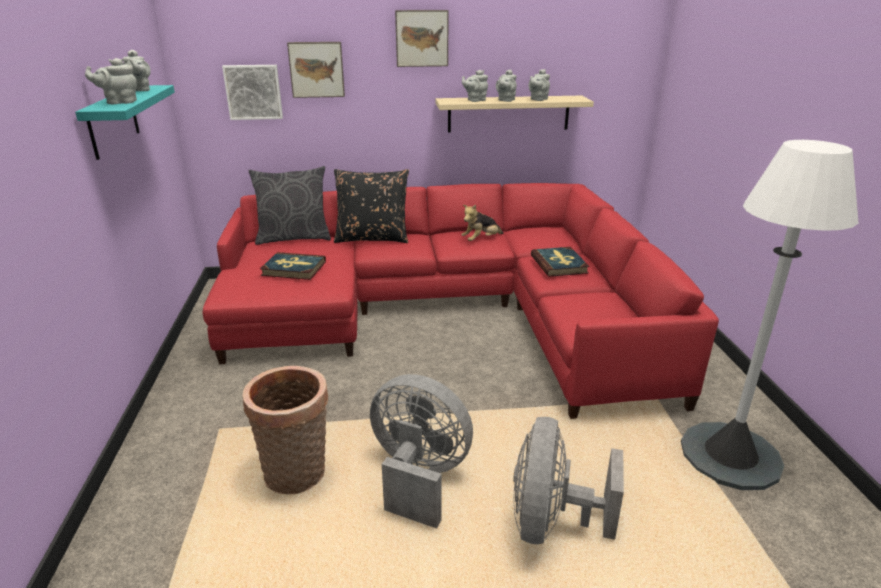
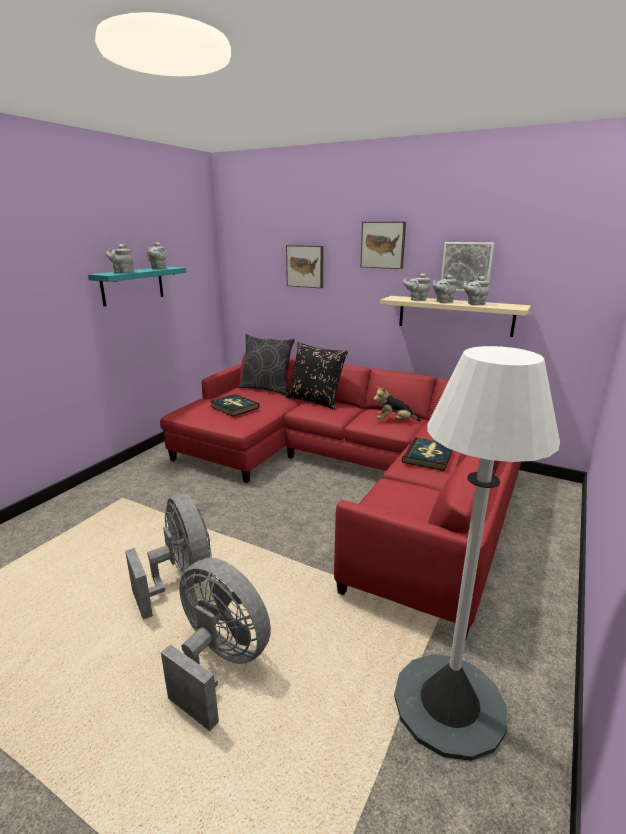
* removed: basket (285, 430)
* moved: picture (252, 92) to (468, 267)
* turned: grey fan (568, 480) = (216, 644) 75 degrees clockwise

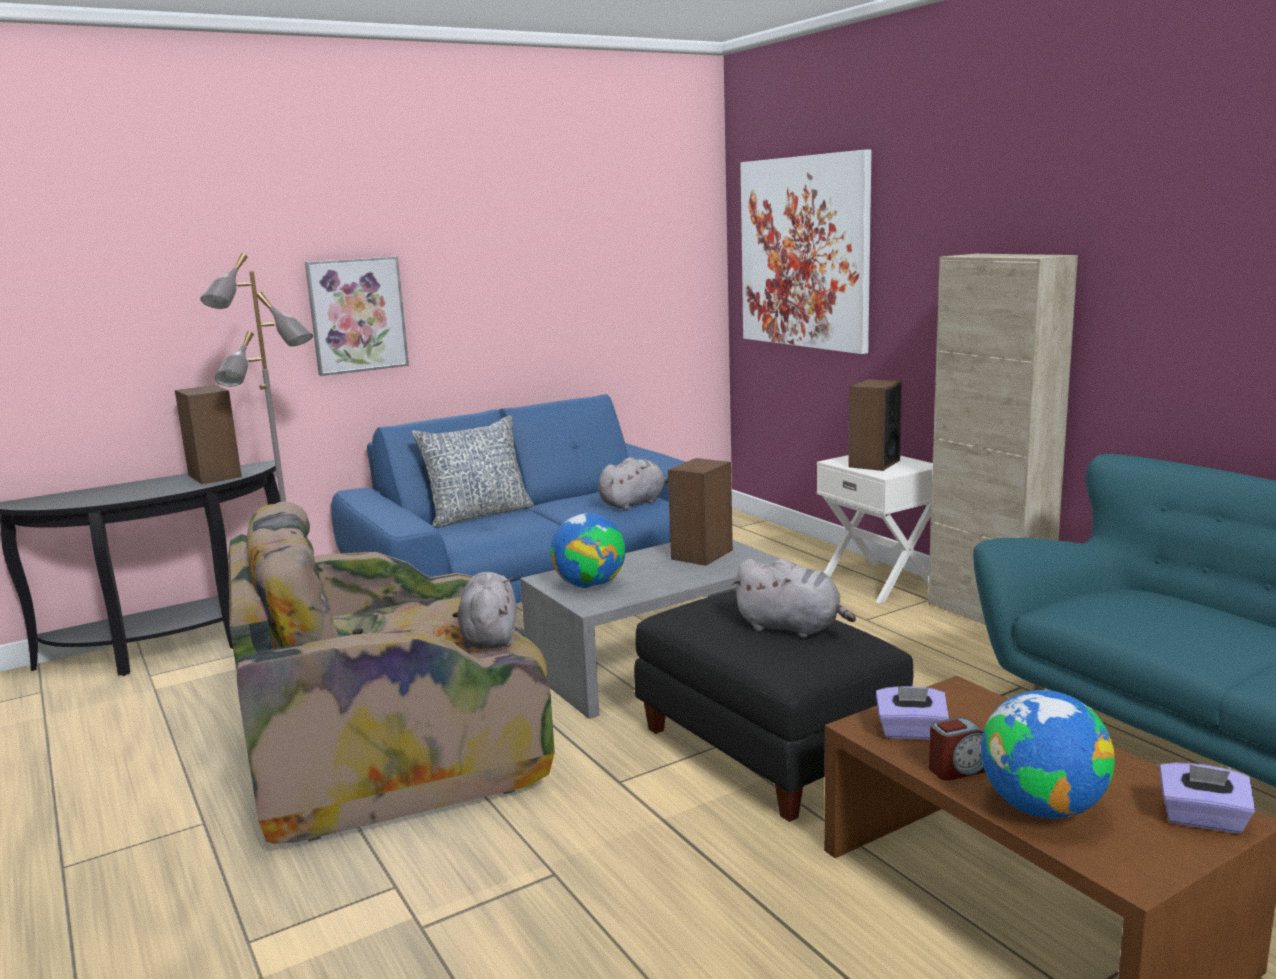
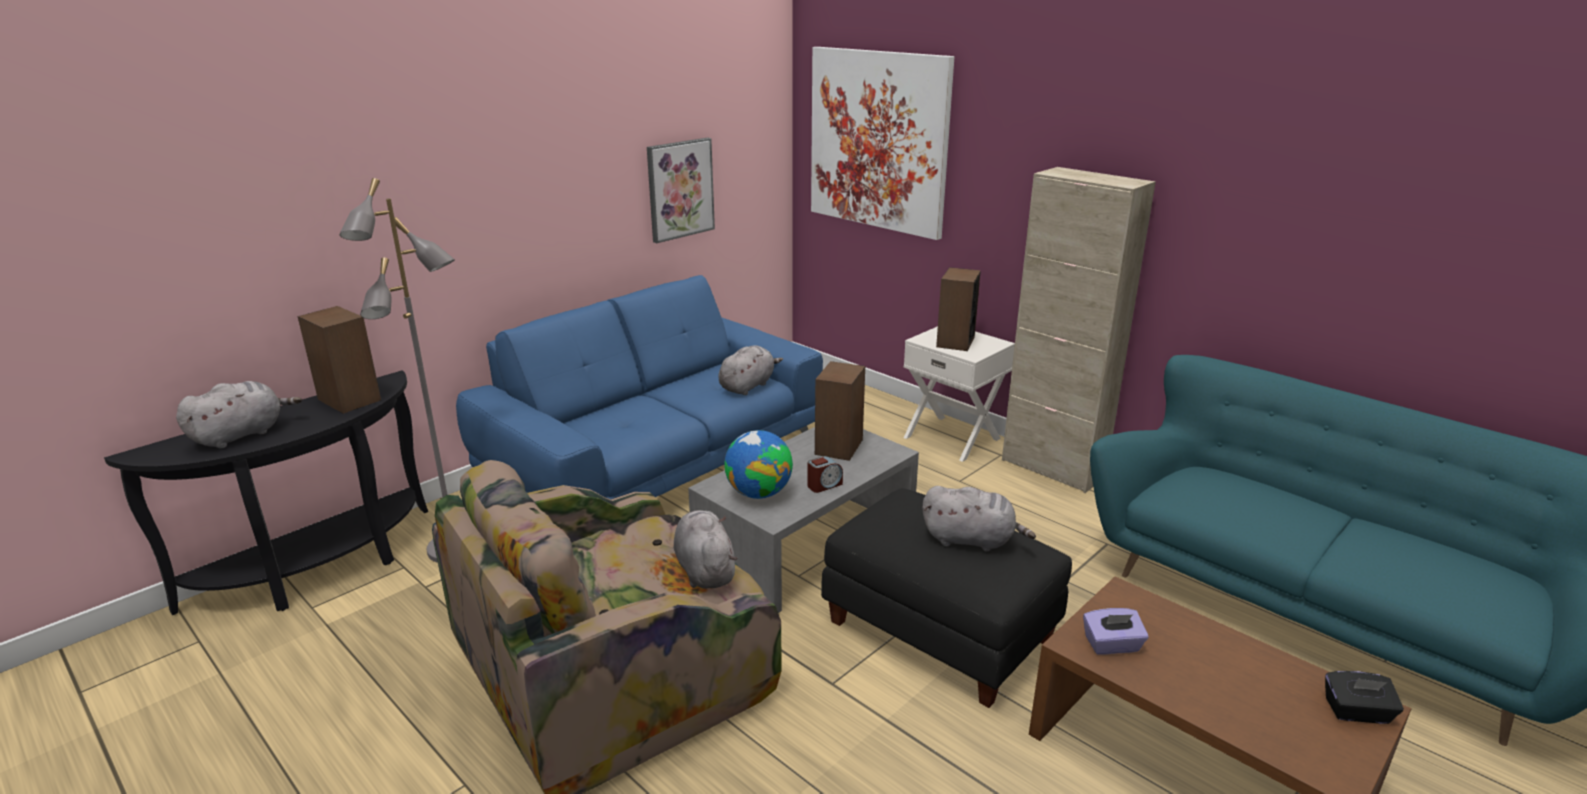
* removed: pillow (472, 471)
* removed: globe (1048, 754)
* added: grey plush toy (239, 415)
* moved: picture (357, 316) to (681, 190)
* moved: alarm clock (957, 749) to (825, 474)
* recoloured: purple tissue box (1207, 798) to black tissue box (1364, 697)

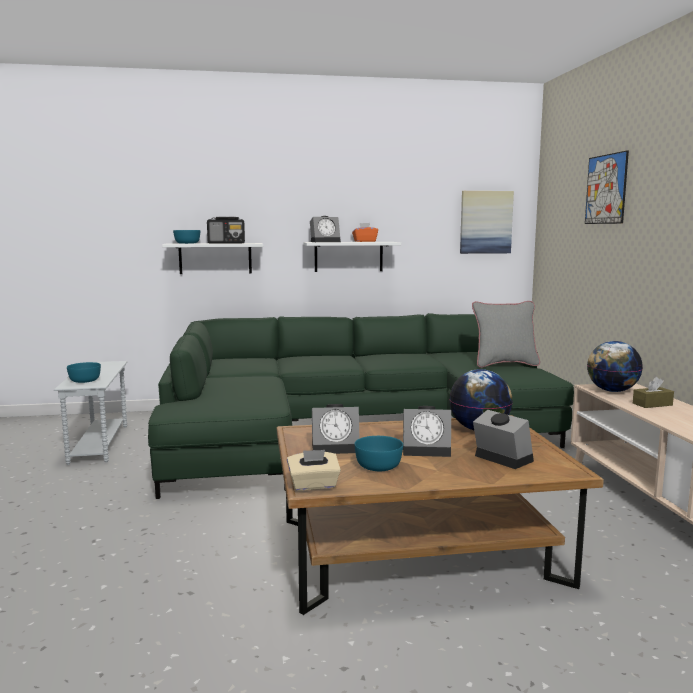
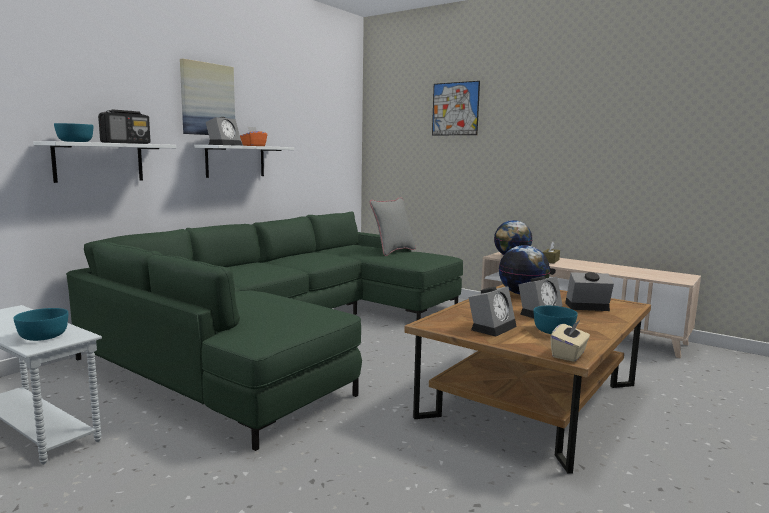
* moved: picture (487, 222) to (207, 96)

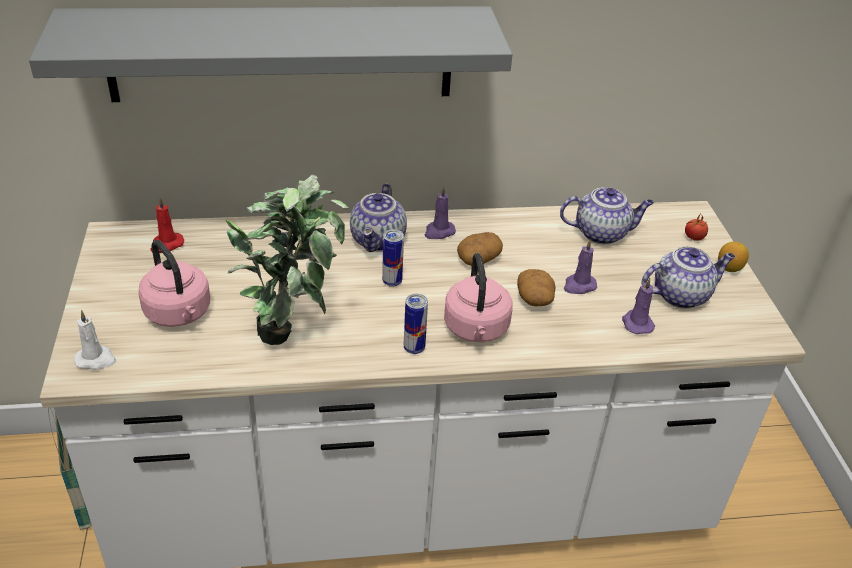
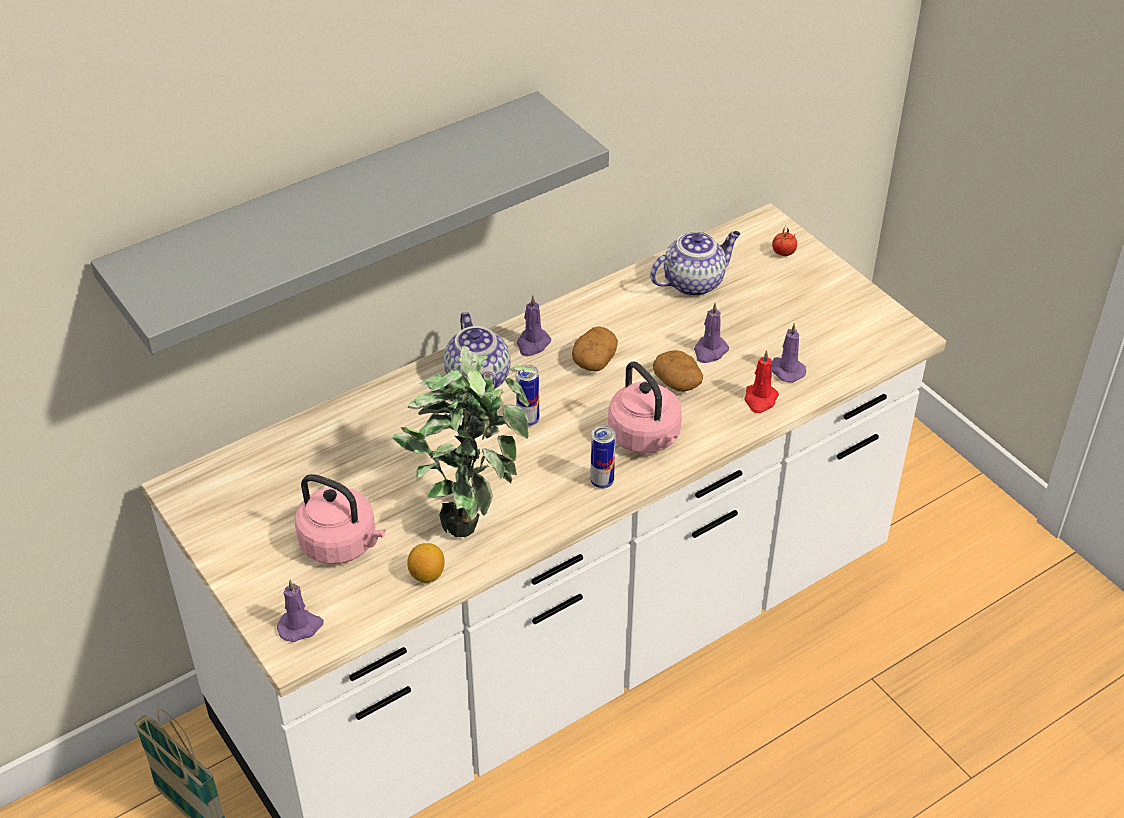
* removed: teapot (688, 277)
* moved: red candle (167, 225) to (761, 381)
* moved: lemon (733, 257) to (426, 563)
* recoloured: white candle (95, 340) to purple candle (300, 611)

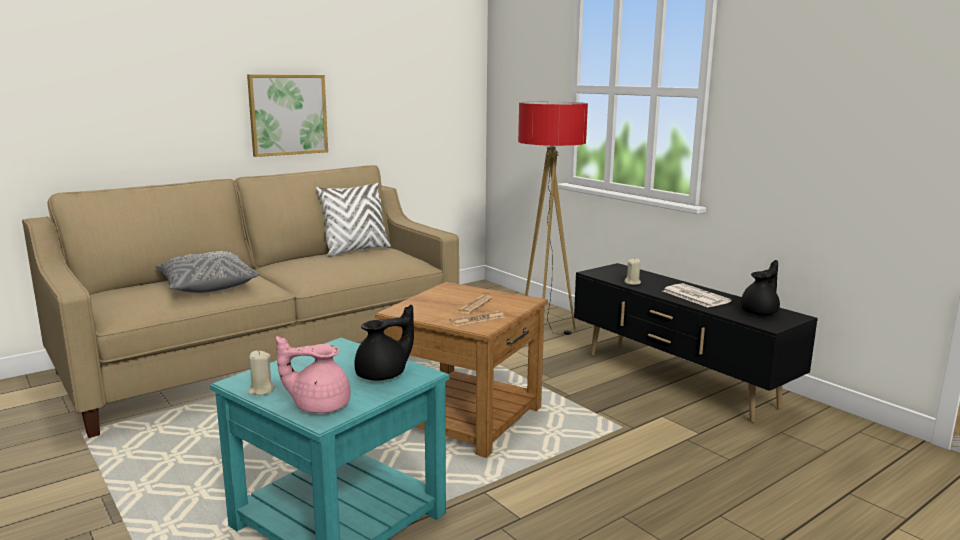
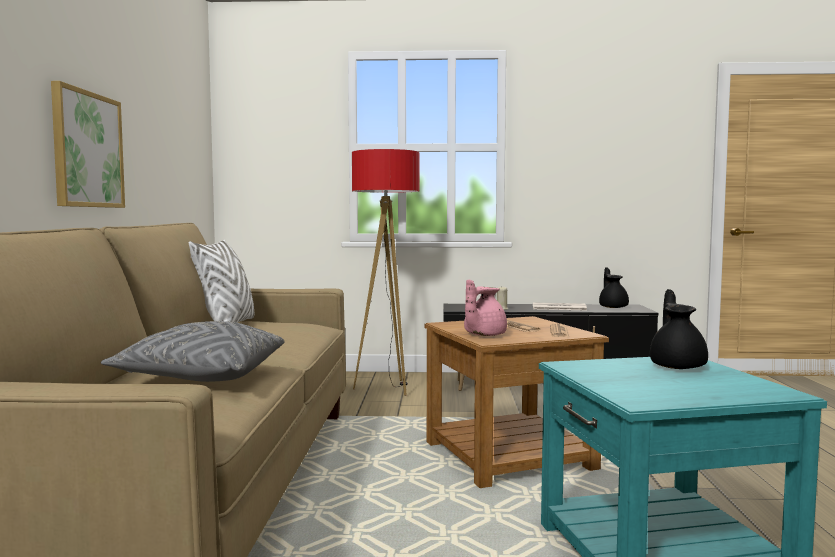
* removed: beige candle (261, 373)
* moved: pink teapot (313, 374) to (485, 307)

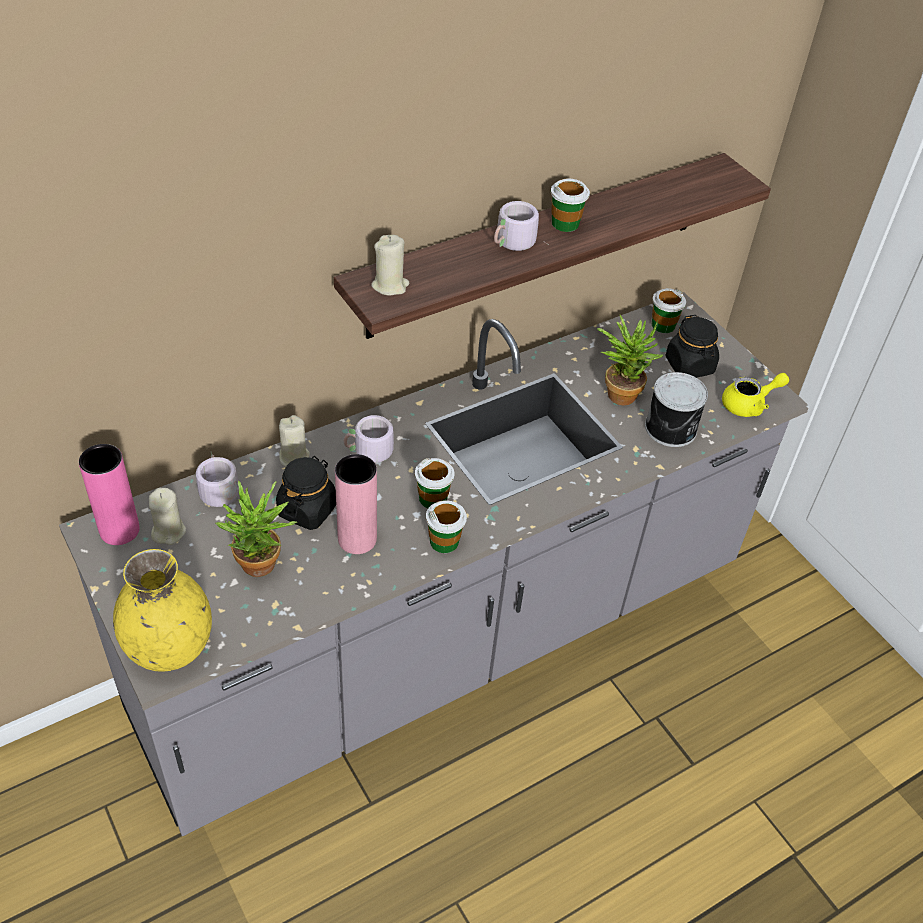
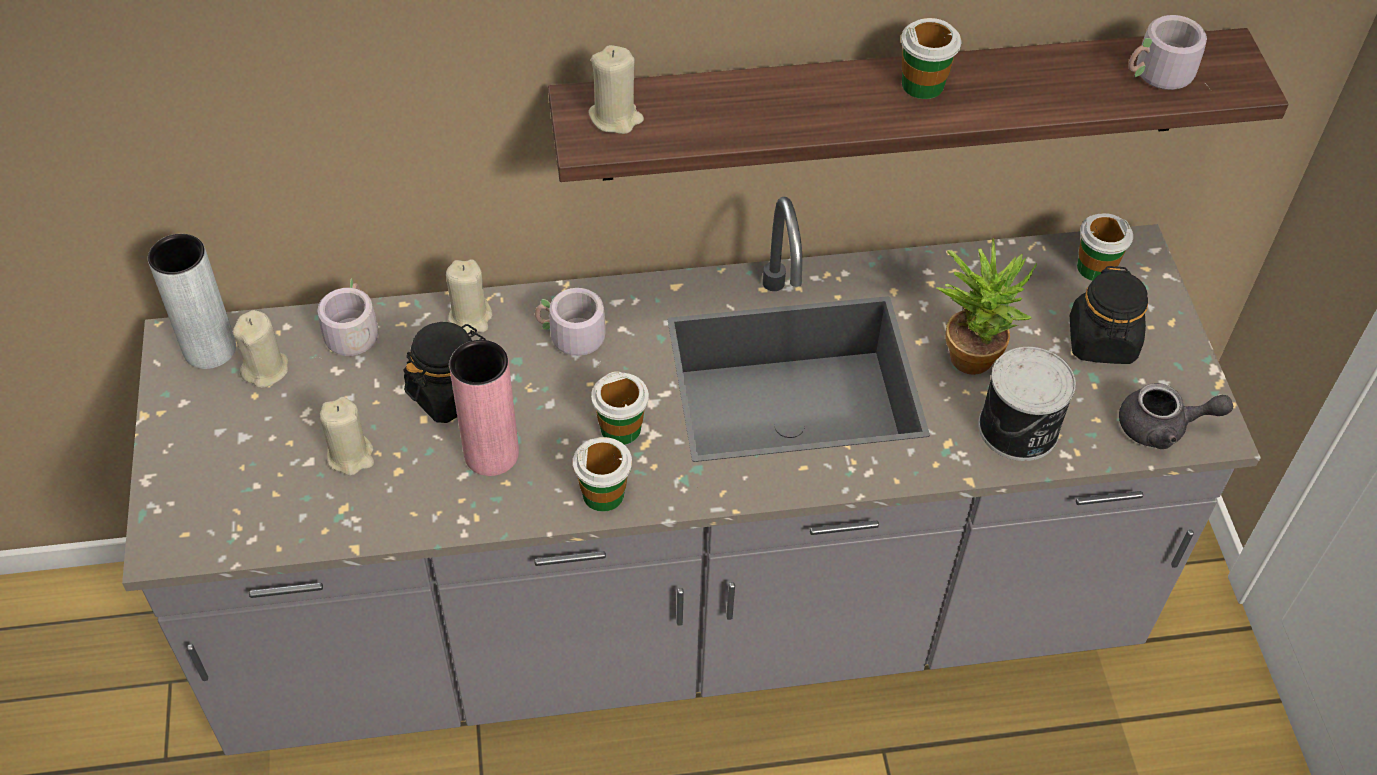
* removed: yellow vase (162, 610)
* moved: grey mug (521, 226) to (1169, 52)
* replaced: potted plant (256, 529) to beige candle (347, 436)
* recoloured: pink vase (109, 494) to grey vase (192, 301)
* recoloured: yellow teapot (755, 395) to grey teapot (1176, 416)

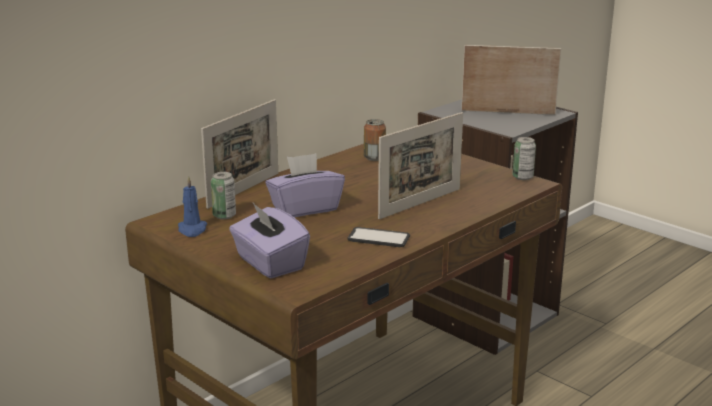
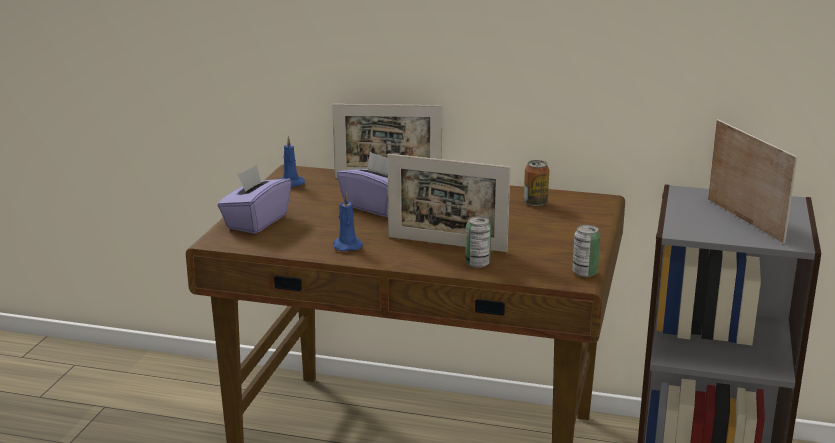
* moved: can (223, 195) to (478, 242)
* replaced: phone (378, 237) to blue candle (348, 222)

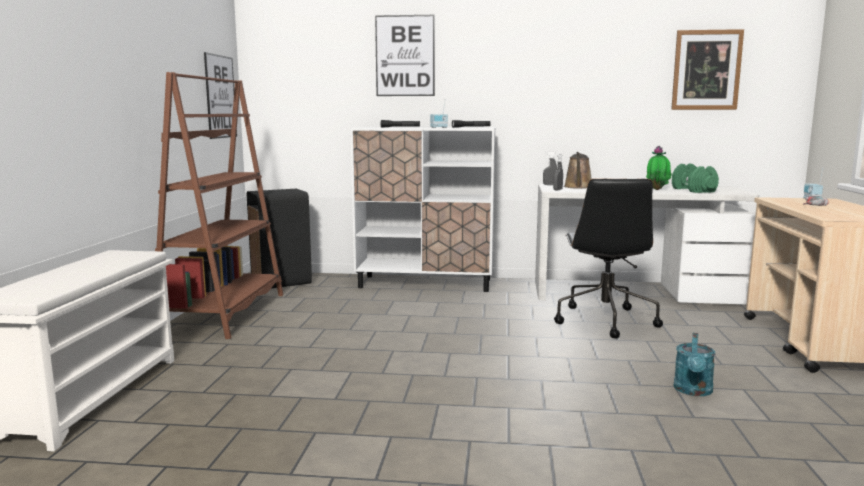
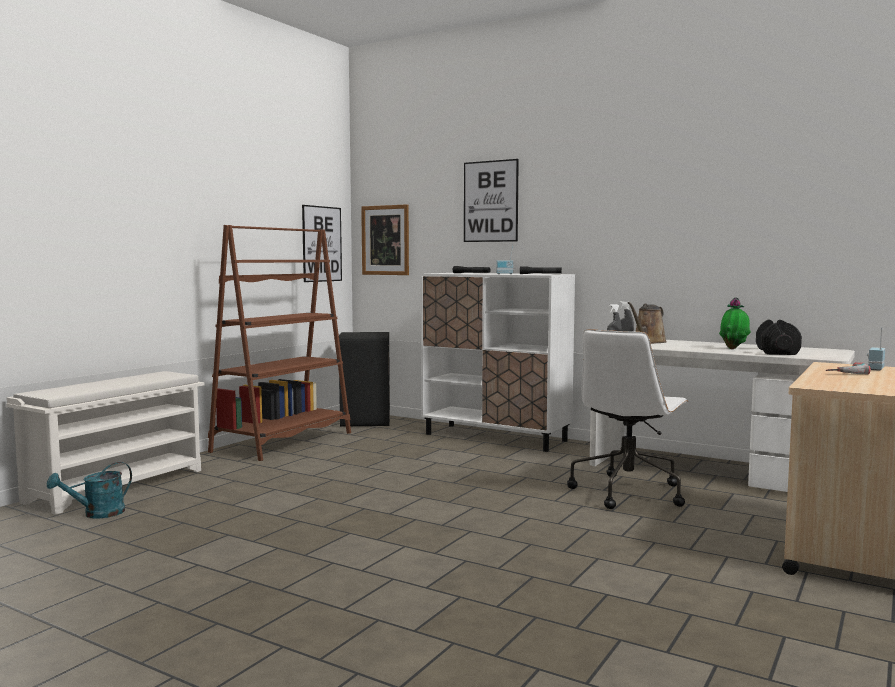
* moved: picture (707, 69) to (385, 239)
* moved: turquoise watering can (694, 364) to (89, 490)
* recoloured: black office chair (608, 259) to white office chair (627, 419)
* recoloured: green dumbbell (695, 178) to black dumbbell (779, 337)

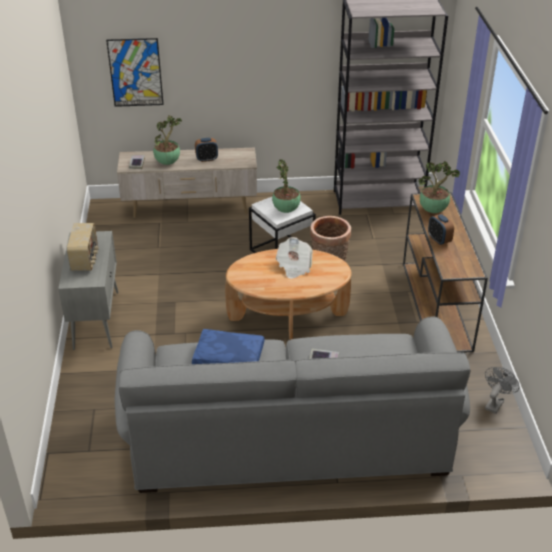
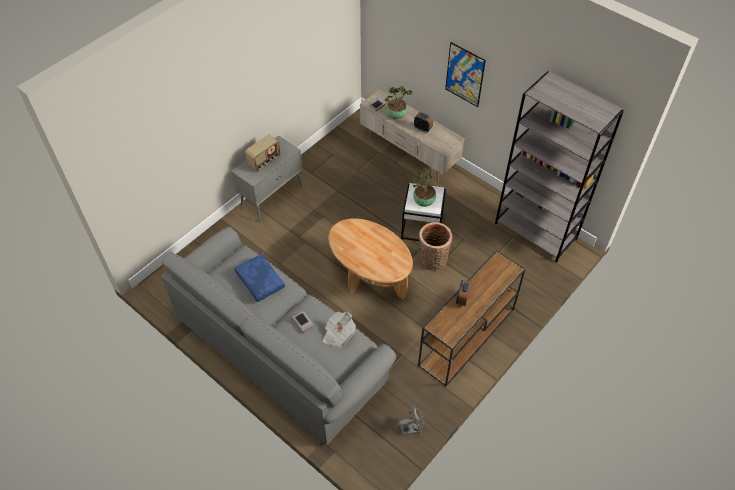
* removed: potted plant (439, 187)
* moved: picture (135, 72) to (465, 74)
* moved: newspaper (294, 258) to (339, 330)

